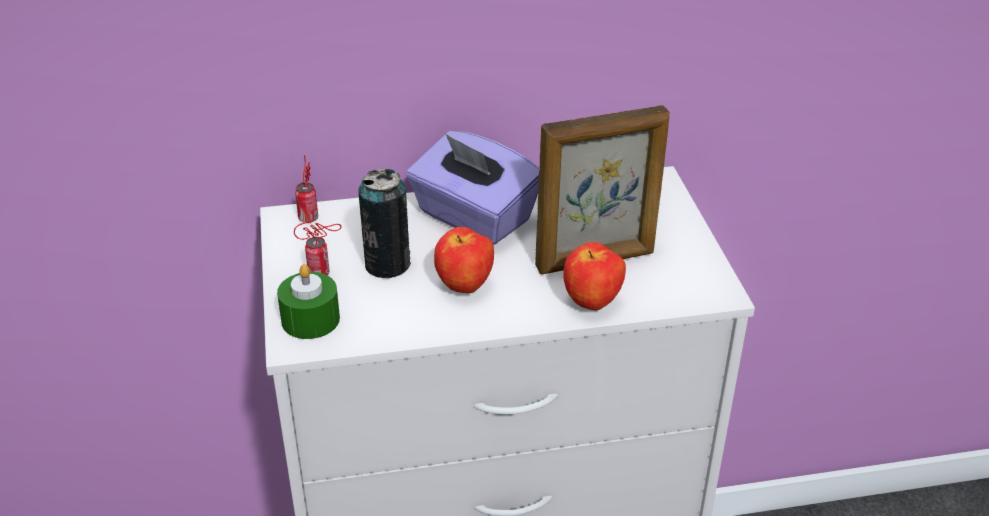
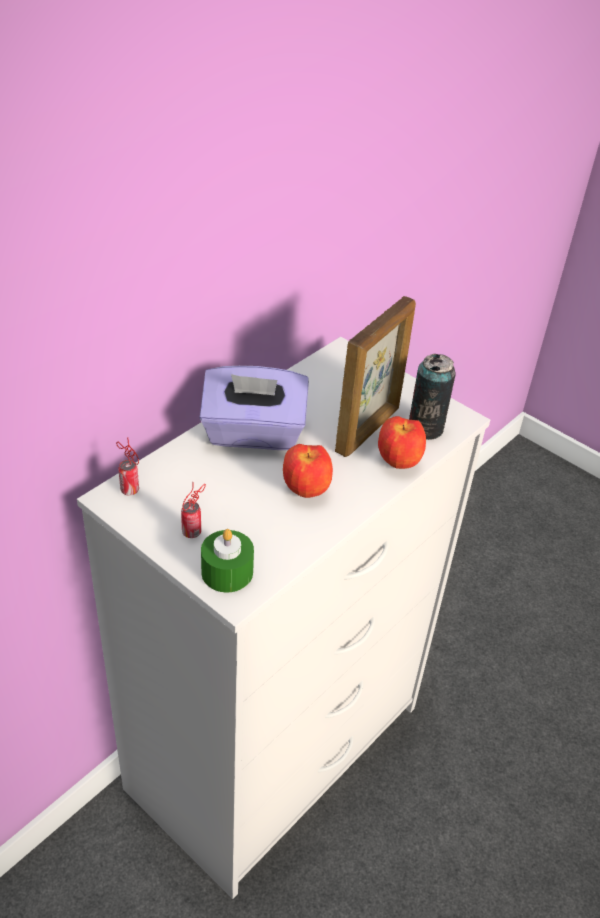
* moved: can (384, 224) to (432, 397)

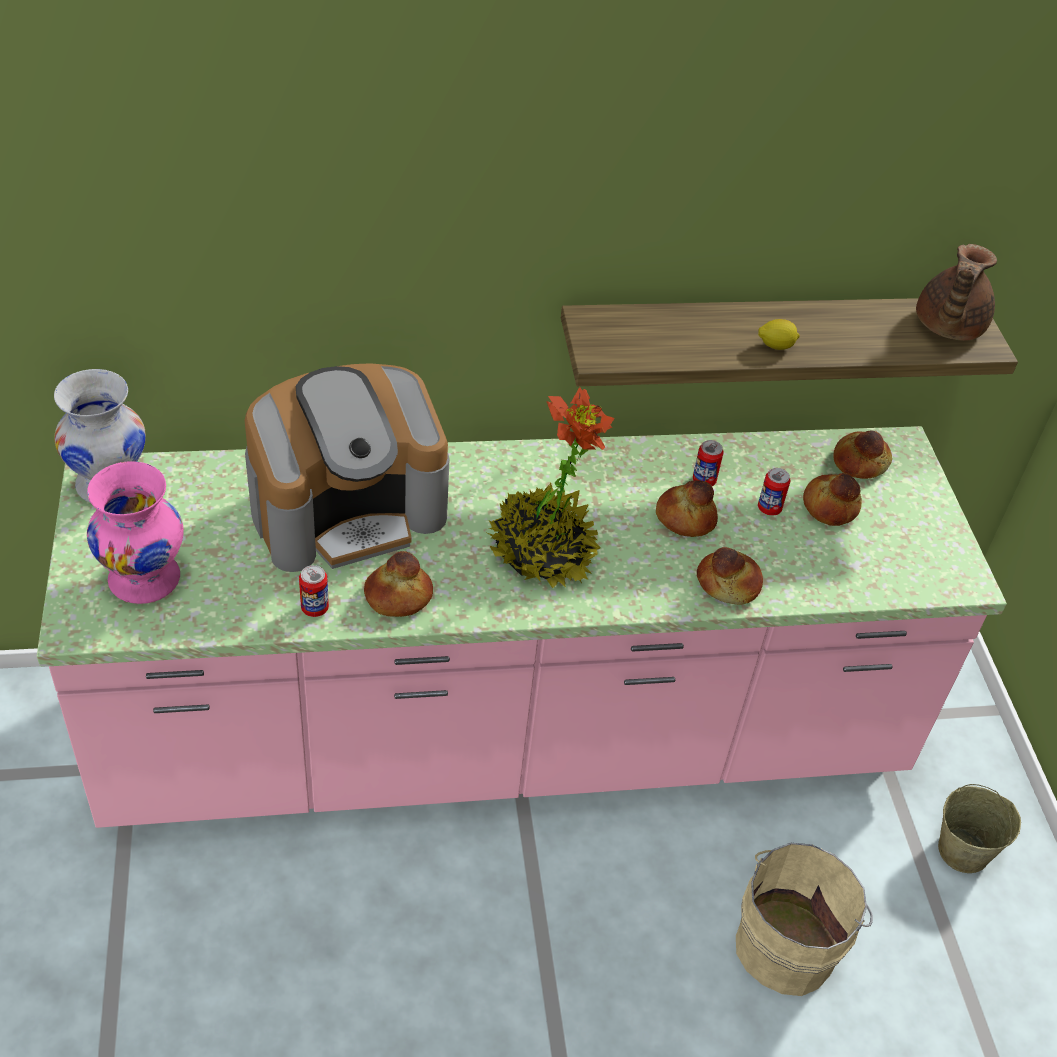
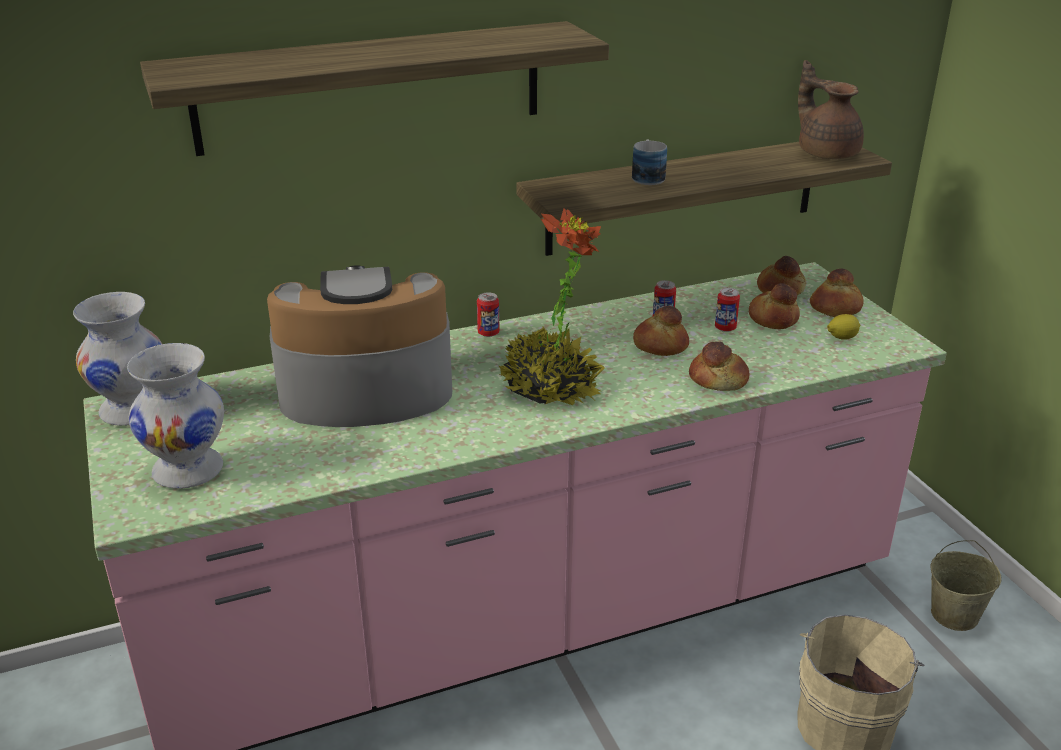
* added: shelf (374, 88)
* added: mug (649, 162)
* moved: can (314, 591) to (488, 314)
* moved: bread (398, 584) to (837, 293)
* moved: lemon (779, 334) to (843, 327)
* recoloured: pink vase (135, 532) to white vase (175, 416)
* turned: coffee machine (347, 467) = (359, 346) 150 degrees counterclockwise
* turned: brown teapot (956, 292) = (831, 109) 135 degrees clockwise

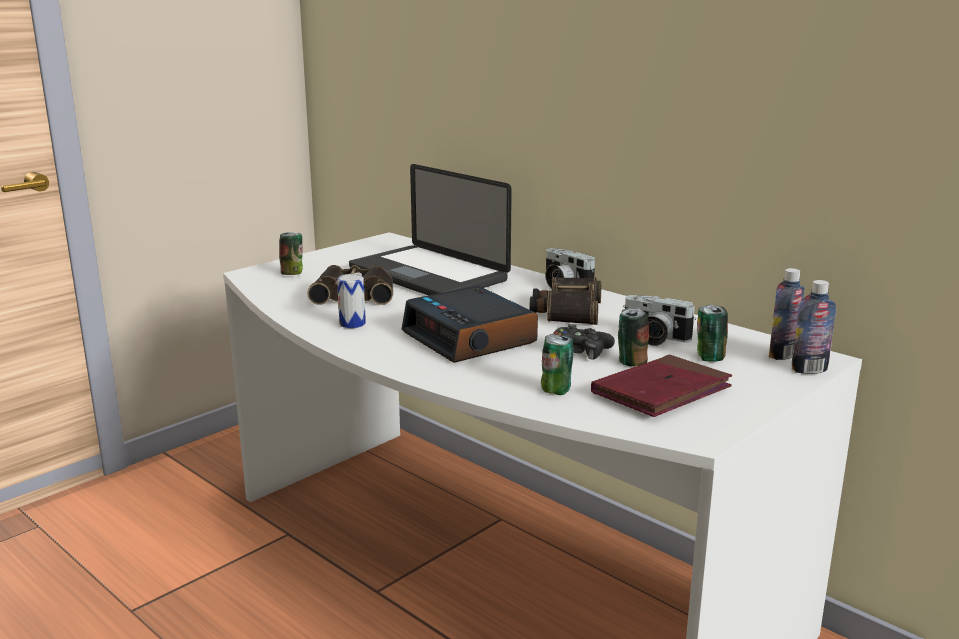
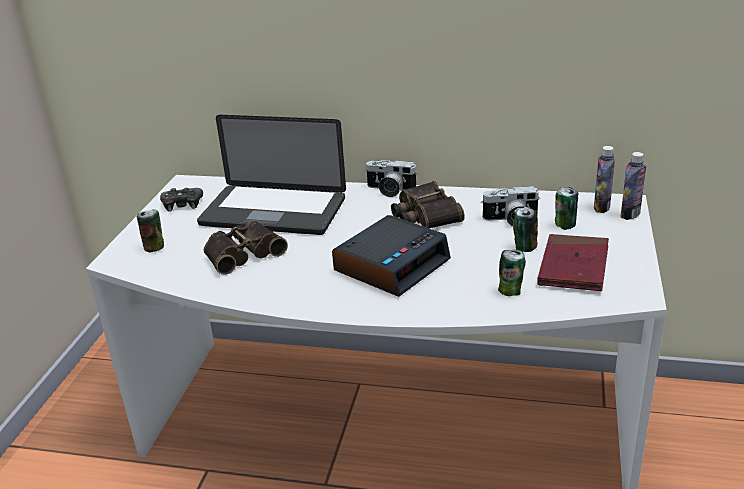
* removed: can (351, 301)
* moved: black game controller (584, 341) to (181, 200)
* turned: alarm clock (470, 324) = (391, 256) 75 degrees counterclockwise

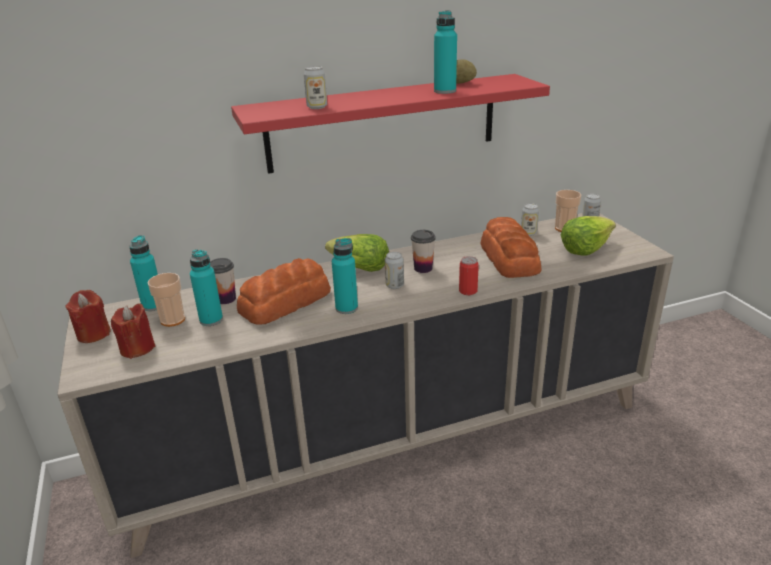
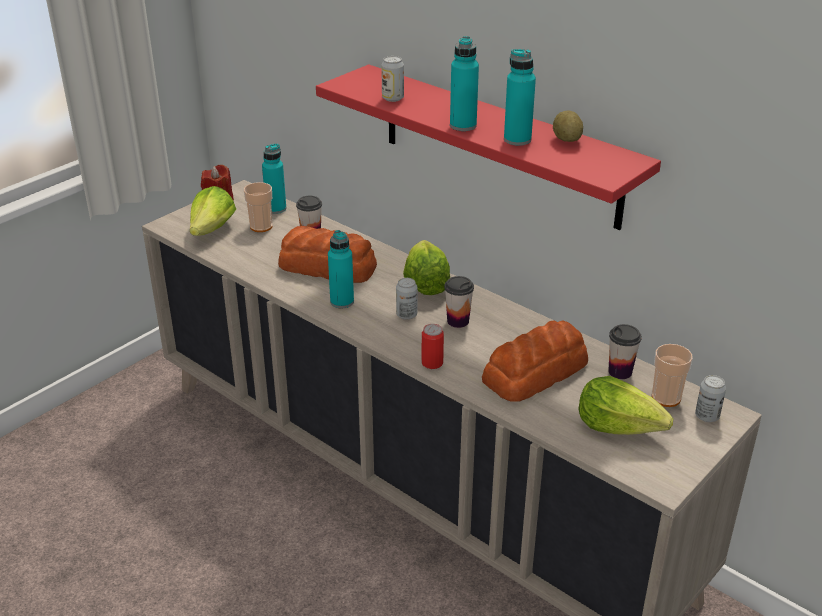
* moved: turquoise bottle (206, 287) to (464, 83)
* replaced: red candle (133, 331) to lettuce (213, 211)
* replaced: can (530, 219) to cup (625, 351)

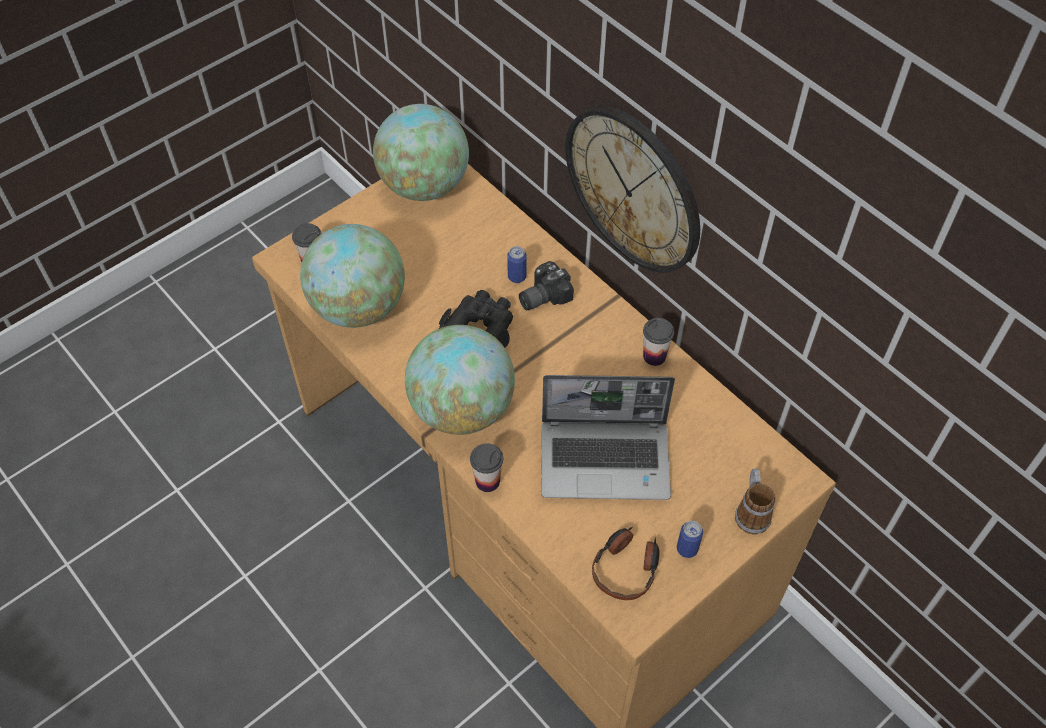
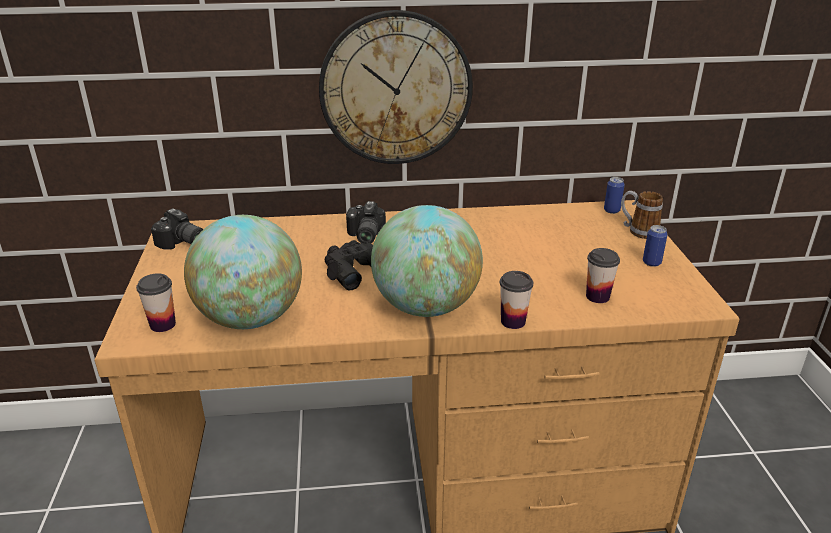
* removed: laptop (608, 437)
* removed: headphones (626, 563)
* moved: can (517, 264) to (614, 195)
* moved: cup (658, 342) to (603, 275)
* replaced: globe (421, 152) to photo camera (177, 229)

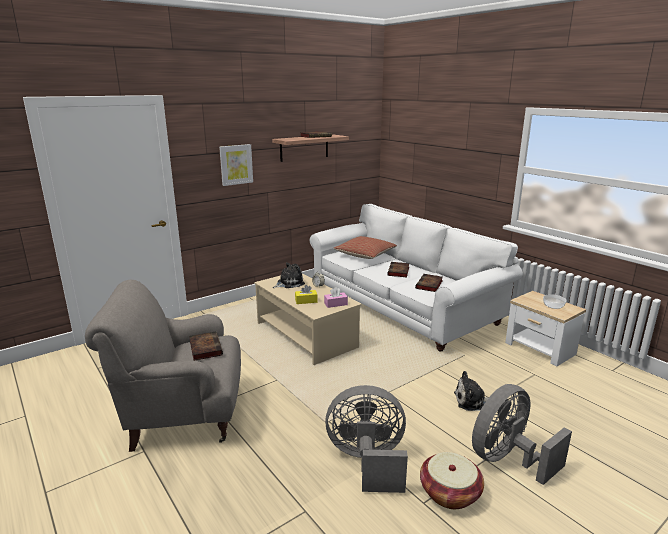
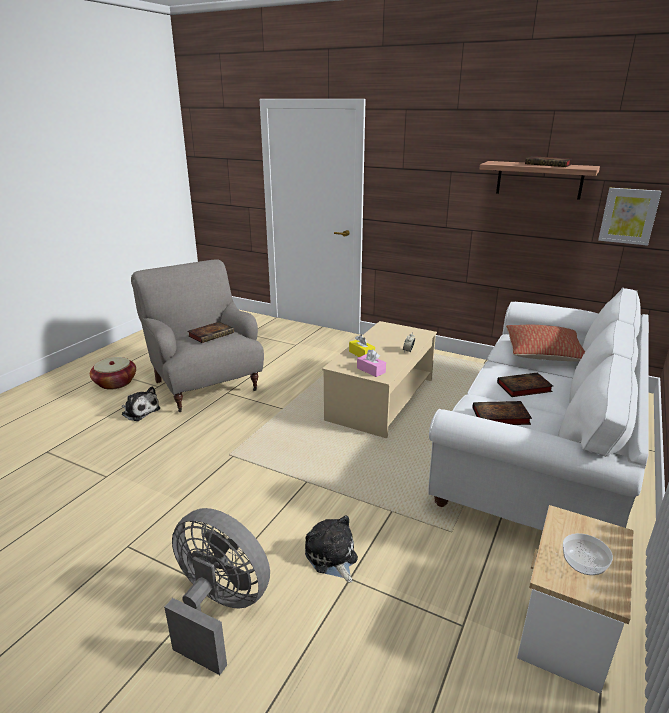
* removed: grey fan (366, 439)
* moved: picture (236, 165) to (630, 217)
* moved: plush toy (289, 275) to (141, 404)
* moved: basket (452, 480) to (113, 373)

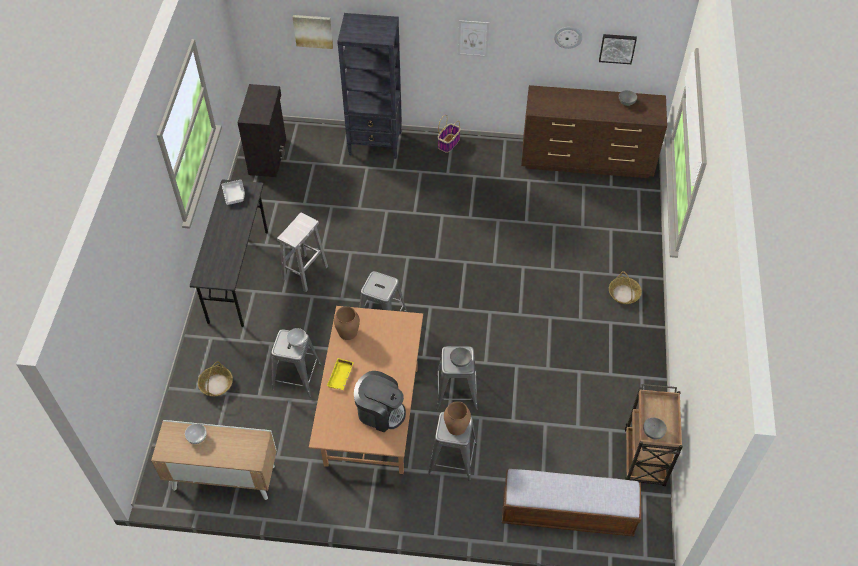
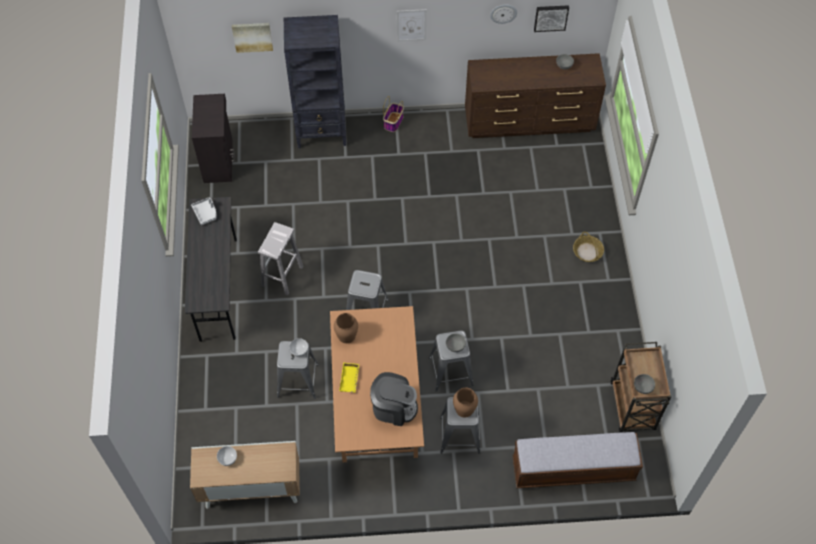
* removed: basket (215, 378)

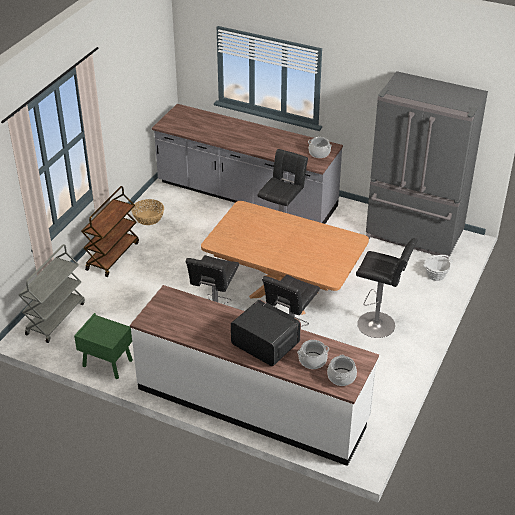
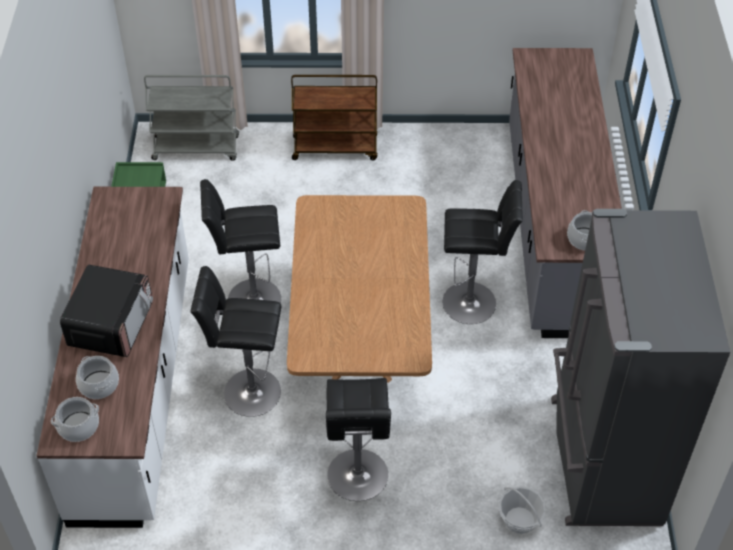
* removed: basket (148, 212)

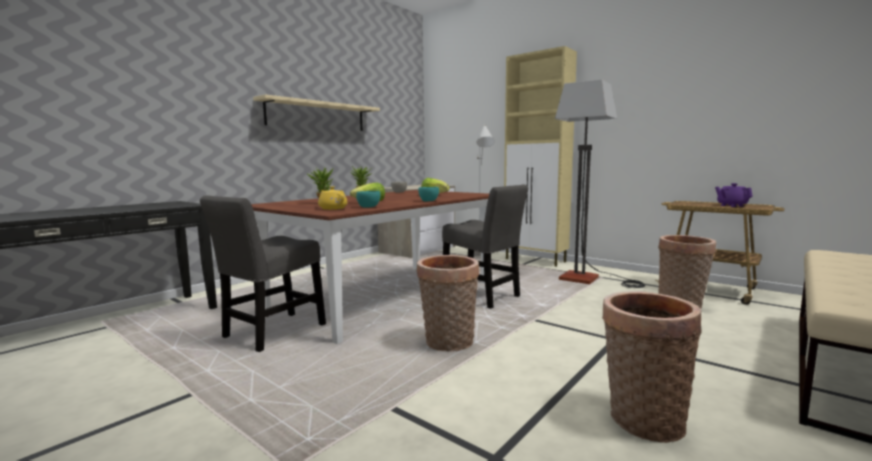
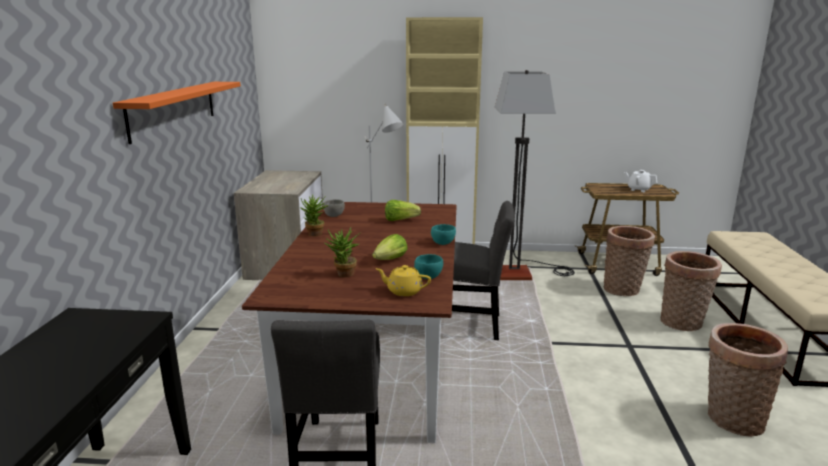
* moved: basket (448, 303) to (691, 291)
* recoloured: beige shelf (316, 113) to orange shelf (177, 113)
* recoloured: purple teapot (734, 195) to white teapot (640, 181)

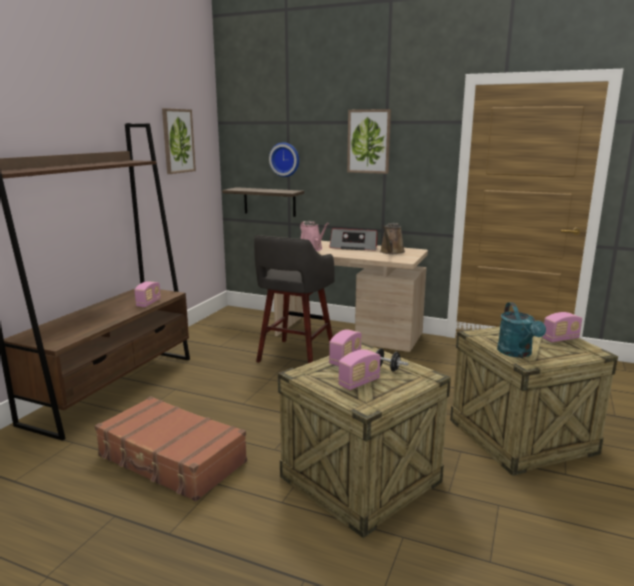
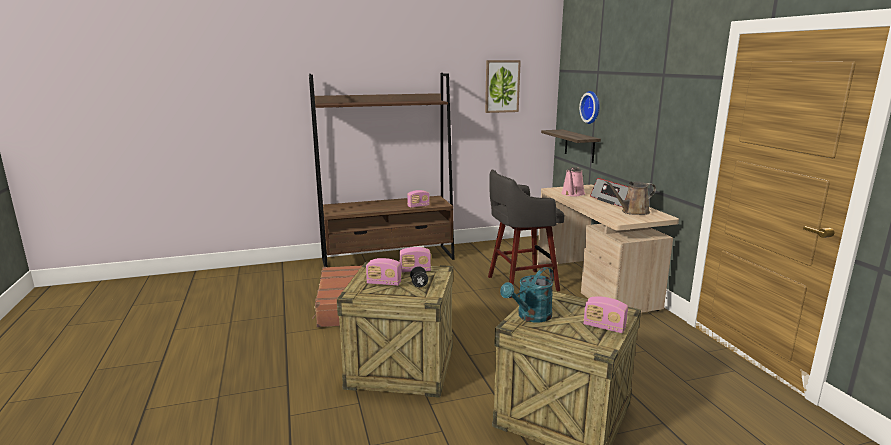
* removed: picture (369, 141)

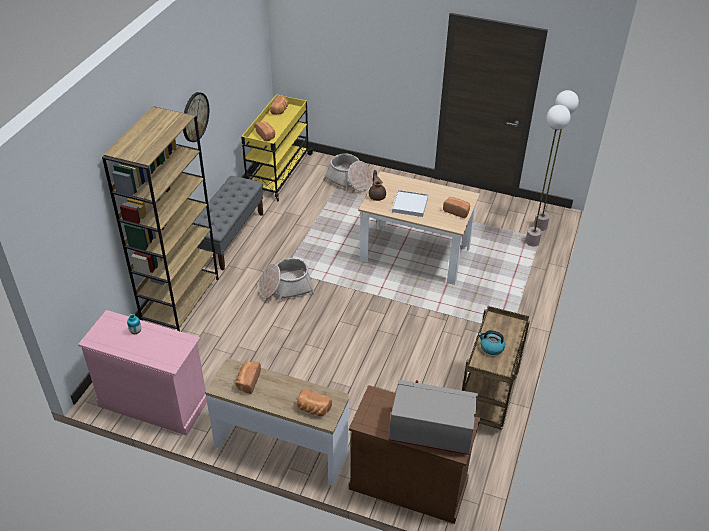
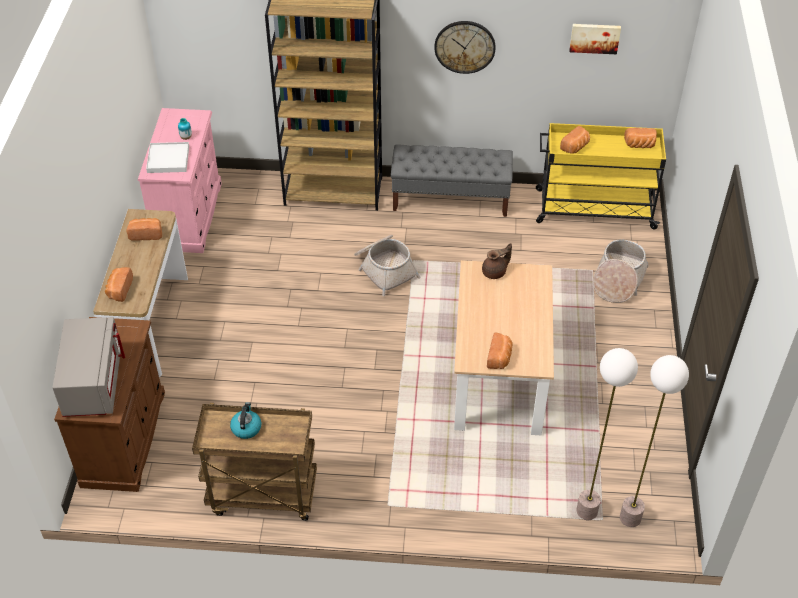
* added: picture (595, 39)
* moved: white tray (410, 203) to (167, 157)

